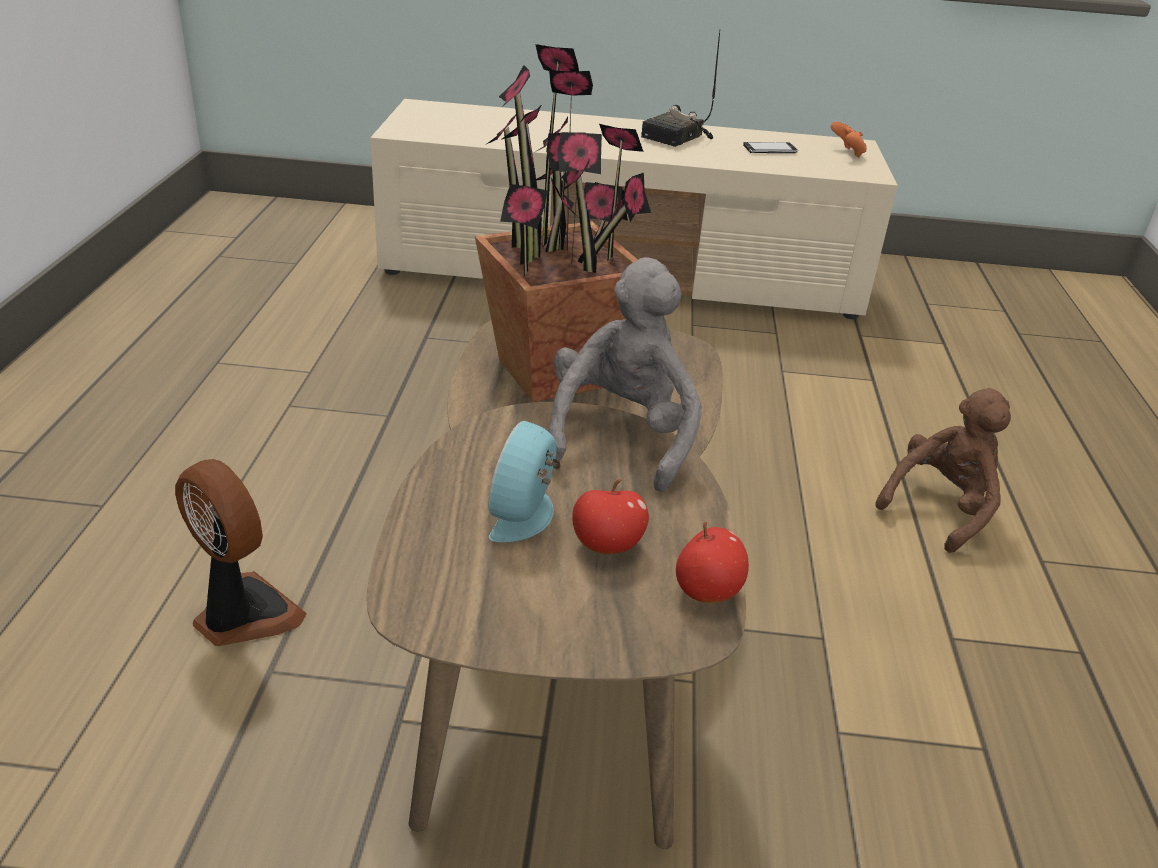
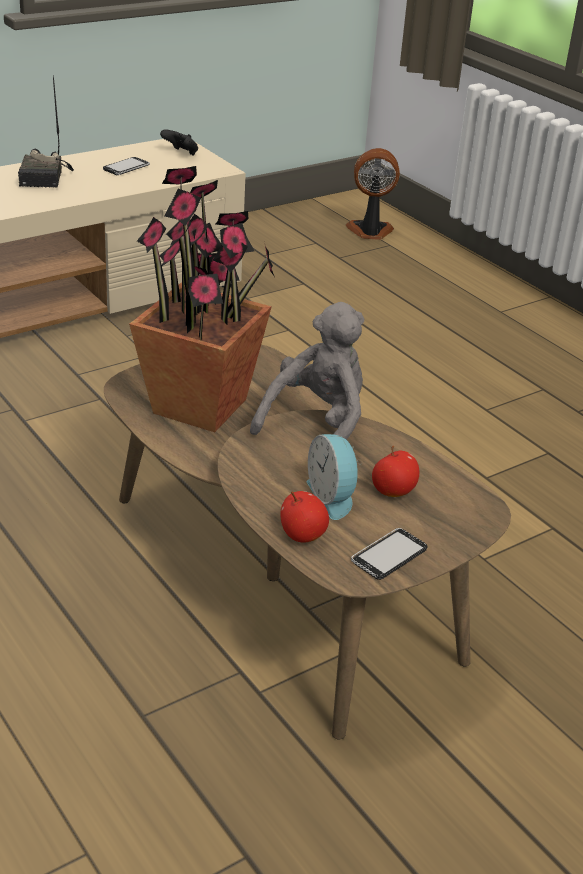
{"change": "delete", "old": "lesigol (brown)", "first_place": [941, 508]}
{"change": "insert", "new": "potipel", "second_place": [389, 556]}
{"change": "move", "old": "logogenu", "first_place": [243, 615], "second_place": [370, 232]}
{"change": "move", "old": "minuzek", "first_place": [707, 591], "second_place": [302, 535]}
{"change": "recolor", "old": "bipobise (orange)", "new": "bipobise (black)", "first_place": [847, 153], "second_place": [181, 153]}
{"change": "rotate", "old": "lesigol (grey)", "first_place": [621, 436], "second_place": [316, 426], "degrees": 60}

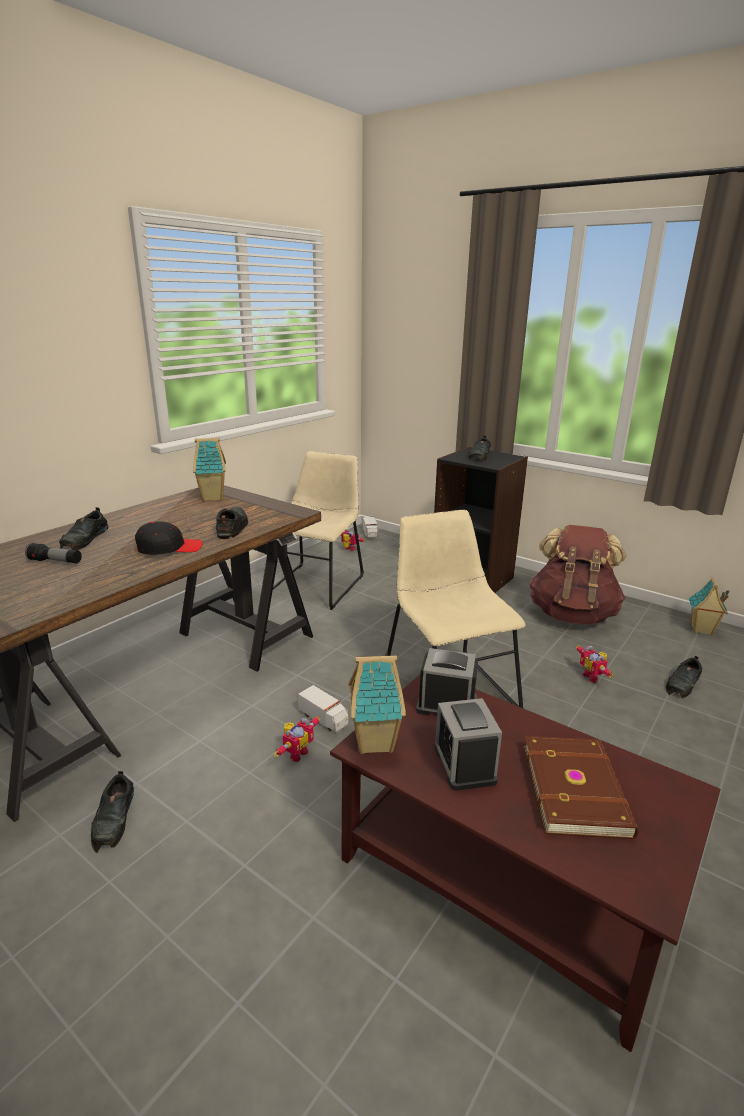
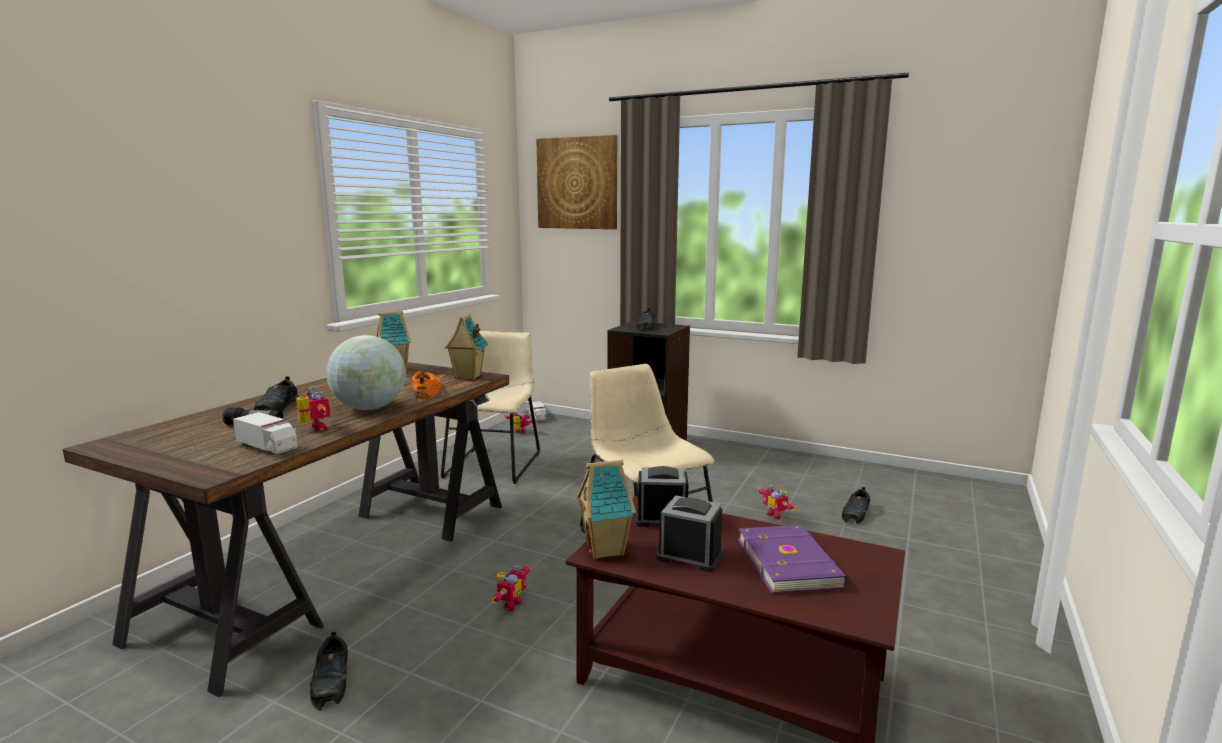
{"change": "delete", "old": "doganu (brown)", "first_place": [572, 614]}
{"change": "insert", "new": "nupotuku", "second_place": [314, 428]}
{"change": "insert", "new": "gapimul", "second_place": [577, 183]}
{"change": "move", "old": "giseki", "first_place": [324, 718], "second_place": [268, 447]}
{"change": "move", "old": "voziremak", "first_place": [701, 630], "second_place": [467, 377]}
{"change": "replace", "old": "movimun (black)", "new": "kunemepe", "first_place": [169, 548], "second_place": [369, 408]}
{"change": "recolor", "old": "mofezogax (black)", "new": "mofezogax (orange)", "first_place": [232, 527], "second_place": [426, 390]}
{"change": "recolor", "old": "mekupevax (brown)", "new": "mekupevax (purple)", "first_place": [576, 789], "second_place": [790, 562]}
{"change": "rotate", "old": "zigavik", "first_place": [464, 764], "second_place": [690, 556], "degrees": 135}

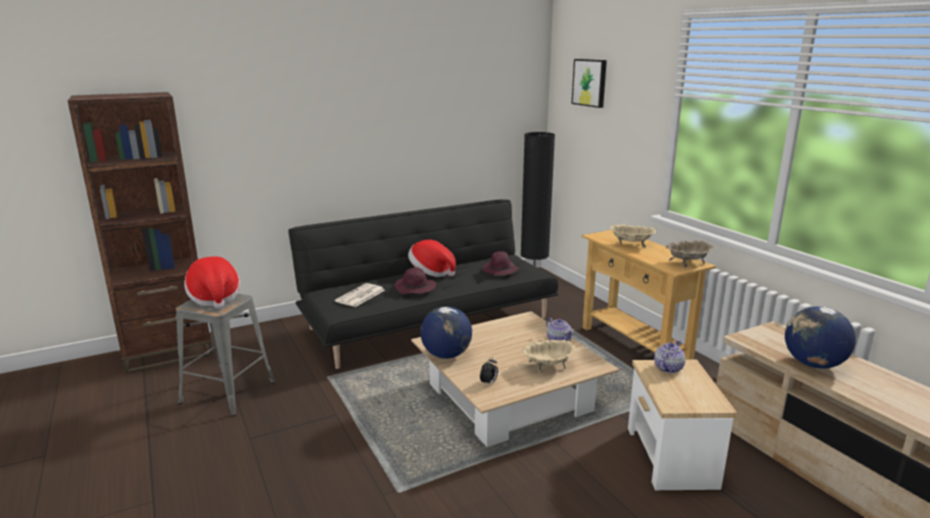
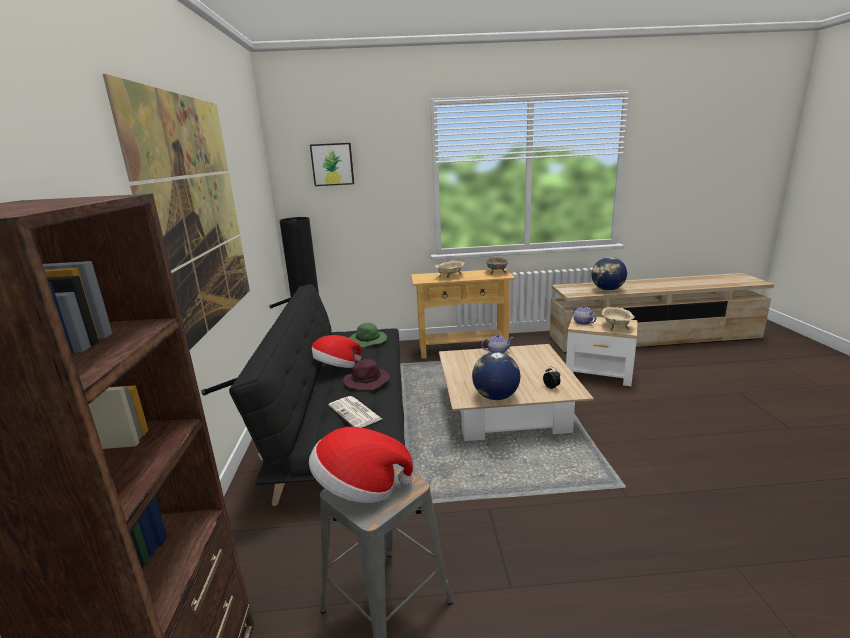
{"change": "insert", "new": "gapimul", "second_place": [197, 215]}
{"change": "move", "old": "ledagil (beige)", "first_place": [548, 366], "second_place": [616, 326]}
{"change": "recolor", "old": "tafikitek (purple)", "new": "tafikitek (green)", "first_place": [500, 270], "second_place": [368, 341]}

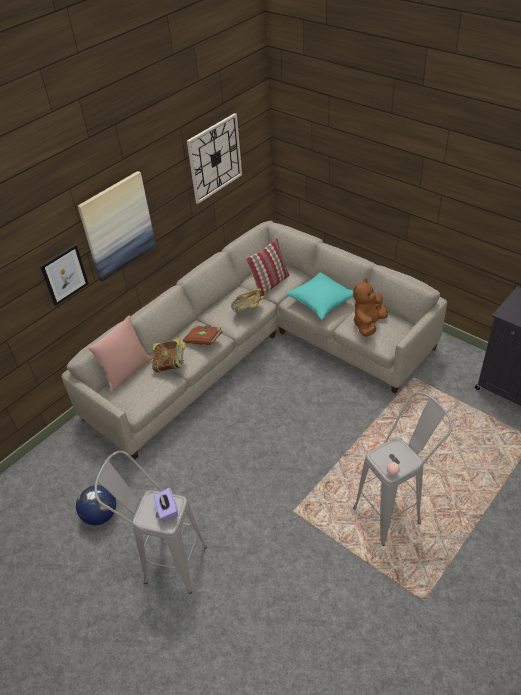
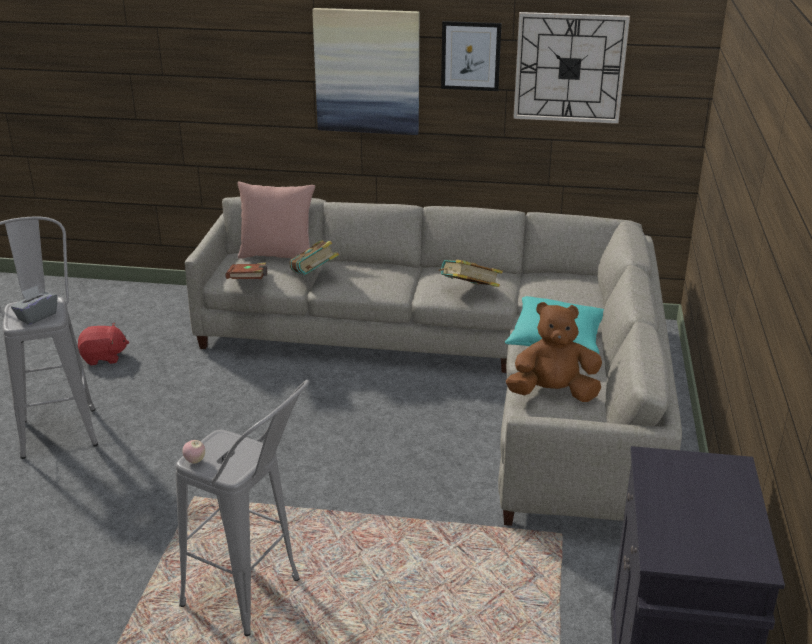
{"change": "delete", "old": "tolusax", "first_place": [270, 284]}
{"change": "move", "old": "gapimul", "first_place": [64, 274], "second_place": [470, 56]}
{"change": "move", "old": "mekupevax (brown)", "first_place": [203, 340], "second_place": [248, 281]}
{"change": "replace", "old": "kunemepe", "new": "lesigol (red)", "first_place": [100, 515], "second_place": [104, 357]}
{"change": "recolor", "old": "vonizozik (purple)", "new": "vonizozik (grey)", "first_place": [167, 510], "second_place": [37, 316]}

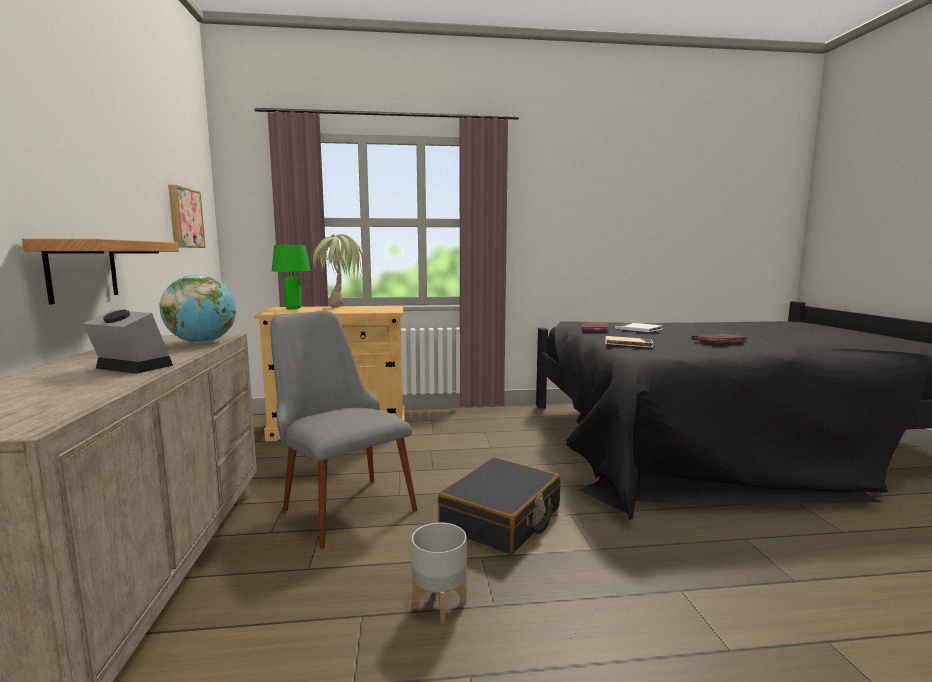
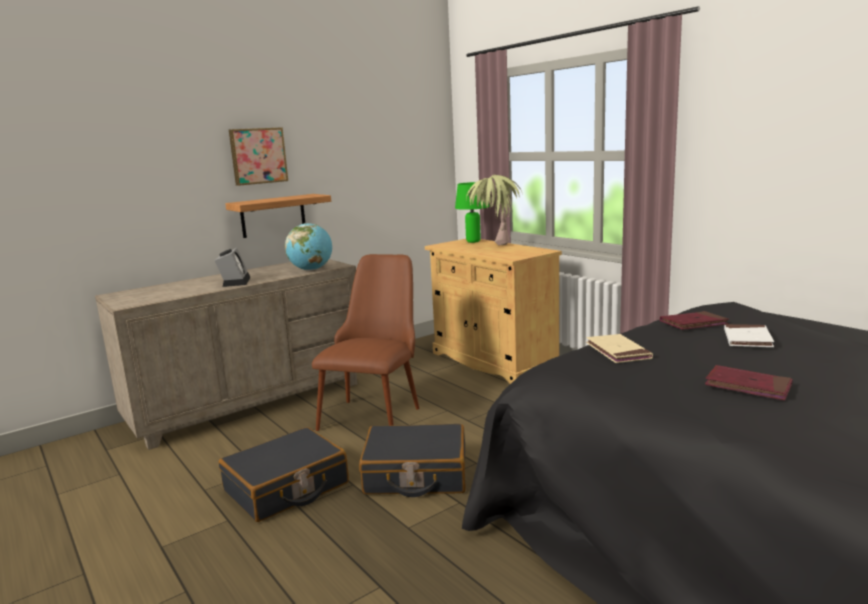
{"change": "move", "old": "gapimul", "first_place": [184, 218], "second_place": [258, 156]}
{"change": "replace", "old": "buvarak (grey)", "new": "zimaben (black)", "first_place": [438, 604], "second_place": [286, 488]}
{"change": "recolor", "old": "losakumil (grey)", "new": "losakumil (brown)", "first_place": [339, 502], "second_place": [376, 411]}

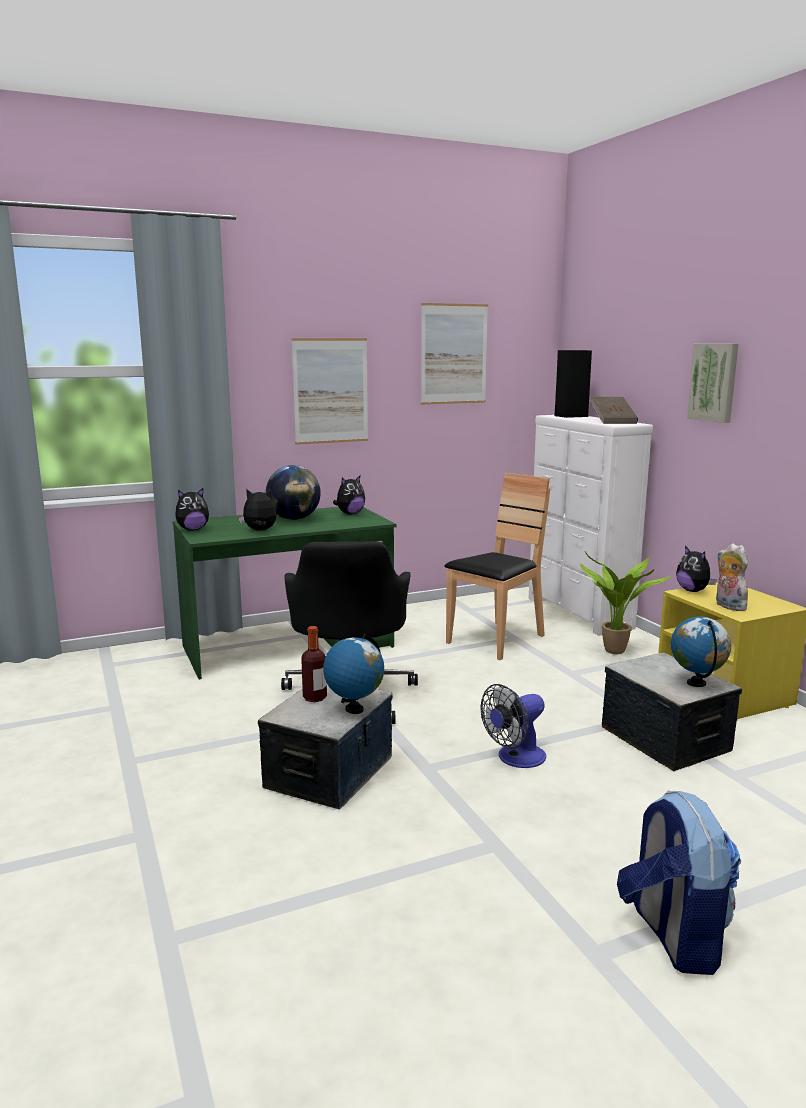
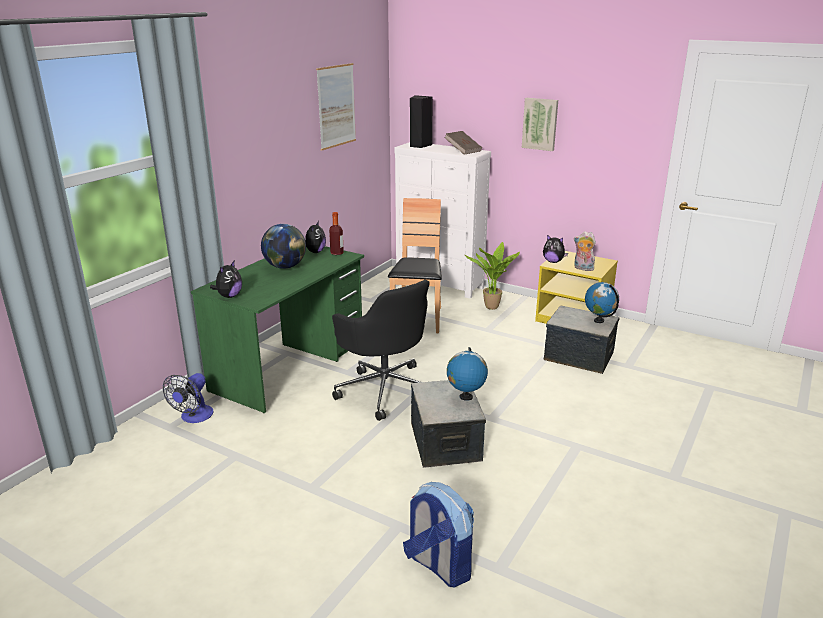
{"change": "delete", "old": "lesigol", "first_place": [260, 531]}
{"change": "delete", "old": "gapimul", "first_place": [330, 391]}
{"change": "move", "old": "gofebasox", "first_place": [315, 698], "second_place": [337, 253]}
{"change": "move", "old": "logogenu", "first_place": [515, 759], "second_place": [193, 417]}
{"change": "move", "old": "doganu", "first_place": [673, 936], "second_place": [438, 565]}

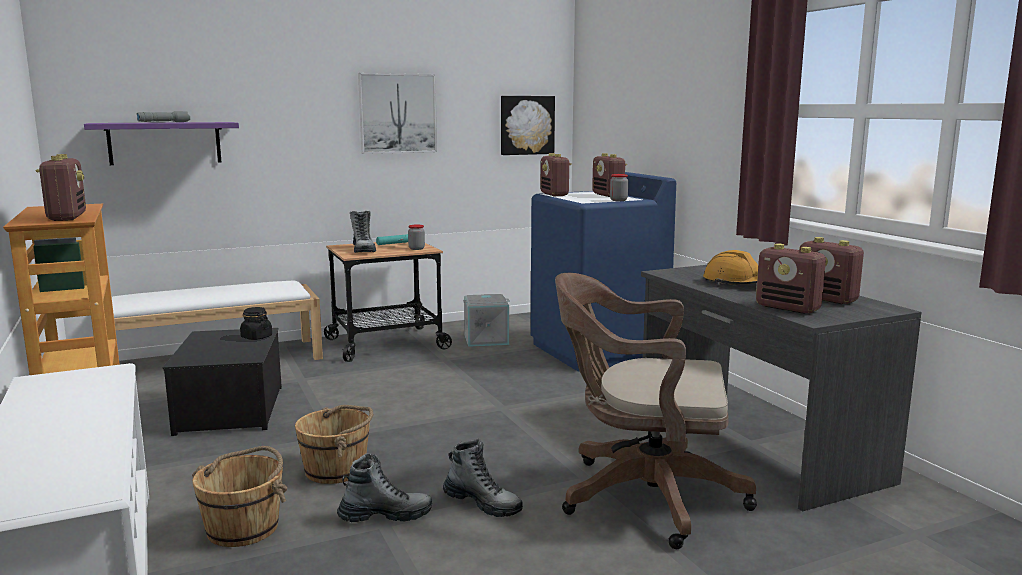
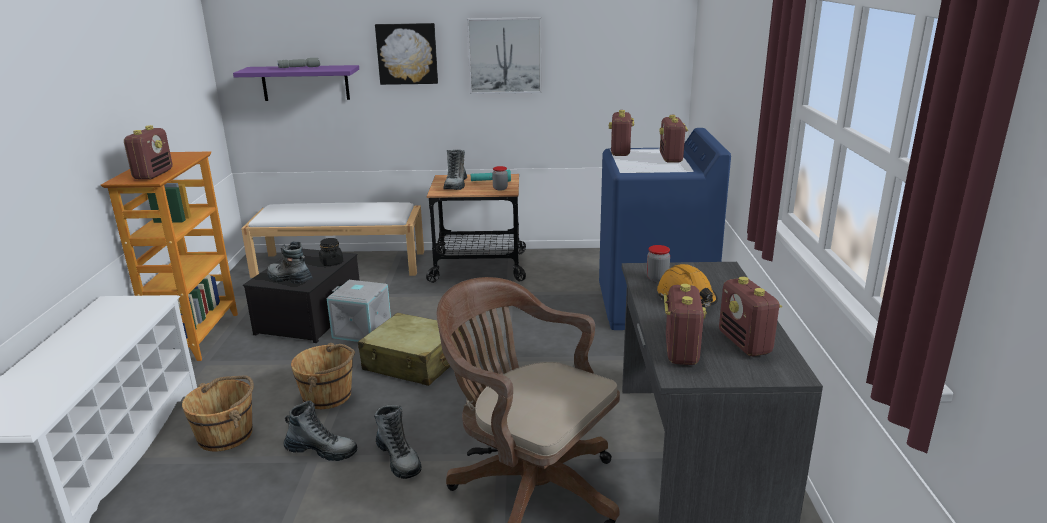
{"change": "insert", "new": "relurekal", "second_place": [289, 279]}
{"change": "insert", "new": "zimaben (beige)", "second_place": [414, 362]}
{"change": "move", "old": "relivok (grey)", "first_place": [486, 339], "second_place": [363, 330]}
{"change": "move", "old": "gapimul", "first_place": [526, 125], "second_place": [407, 53]}
{"change": "move", "old": "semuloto", "first_place": [618, 200], "second_place": [657, 278]}
{"change": "rotate", "old": "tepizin", "first_place": [788, 308], "second_place": [681, 351], "degrees": -150}

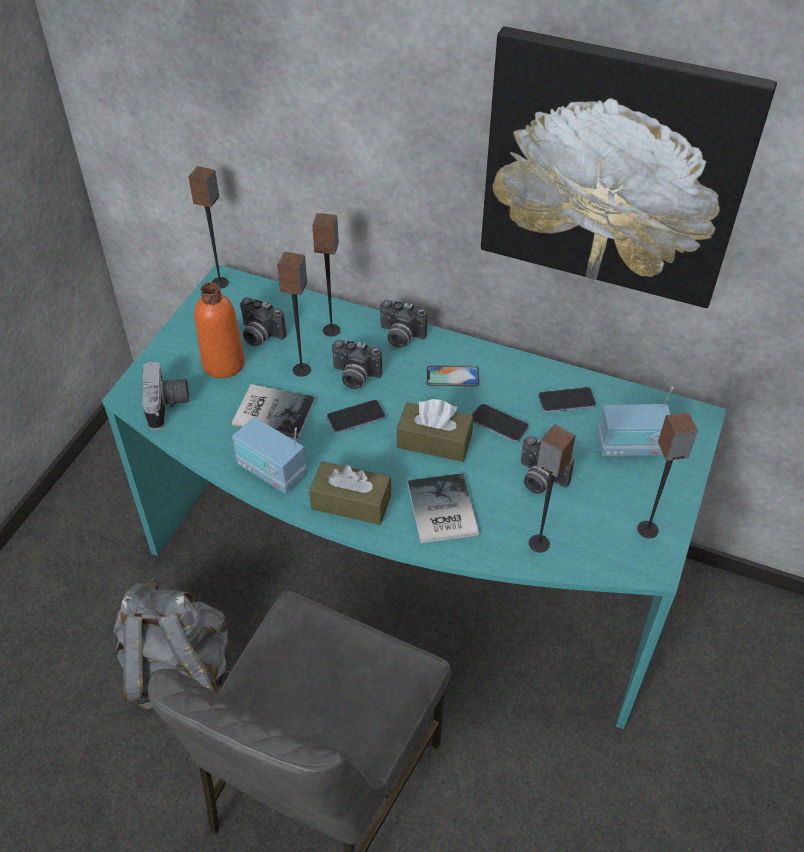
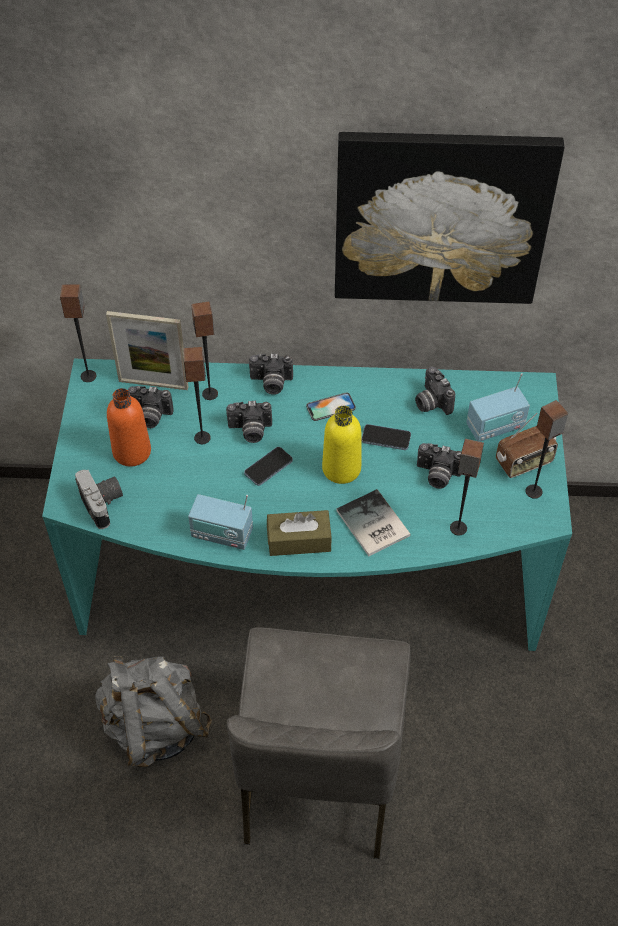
{"change": "delete", "old": "mekupevax", "first_place": [272, 410]}
{"change": "insert", "new": "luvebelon", "second_place": [153, 384]}
{"change": "insert", "new": "tepizin", "second_place": [524, 462]}
{"change": "replace", "old": "vonizozik (brown)", "new": "gofebasox (yellow)", "first_place": [434, 441], "second_place": [341, 468]}
{"change": "replace", "old": "potipel", "new": "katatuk", "first_place": [566, 401], "second_place": [431, 402]}

